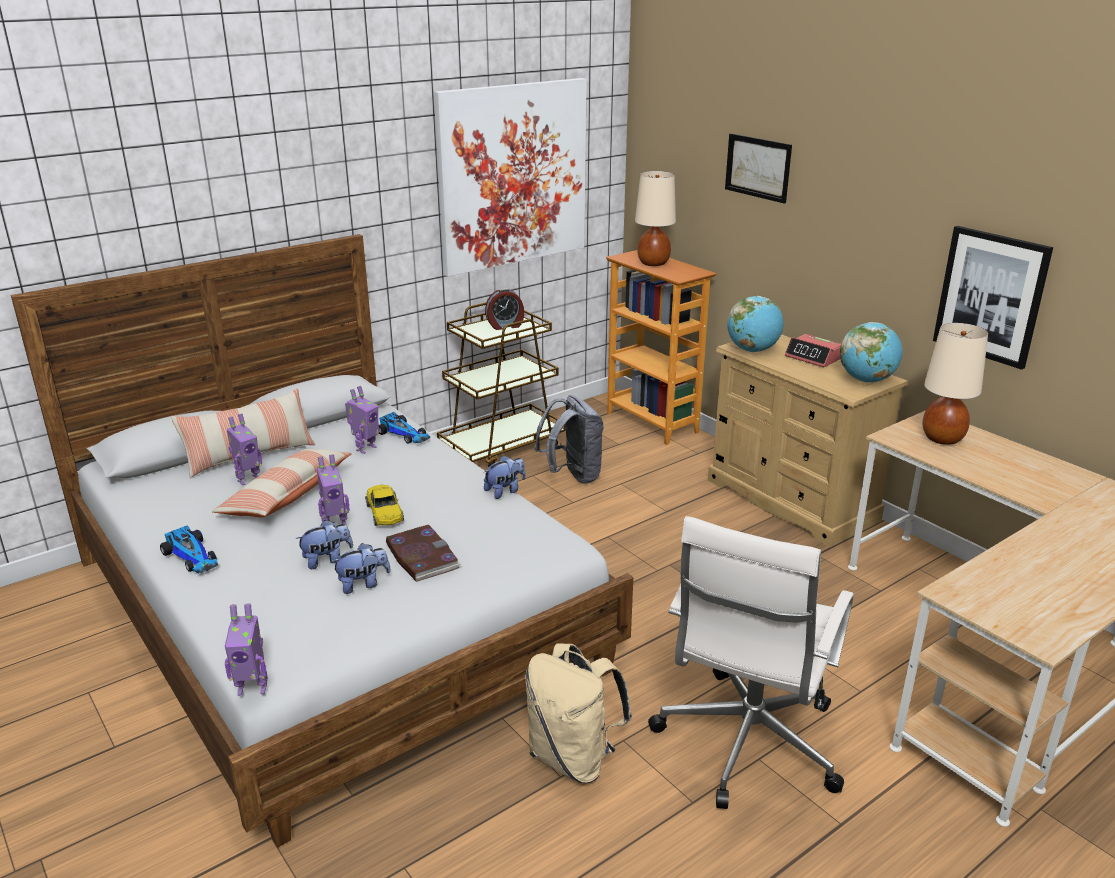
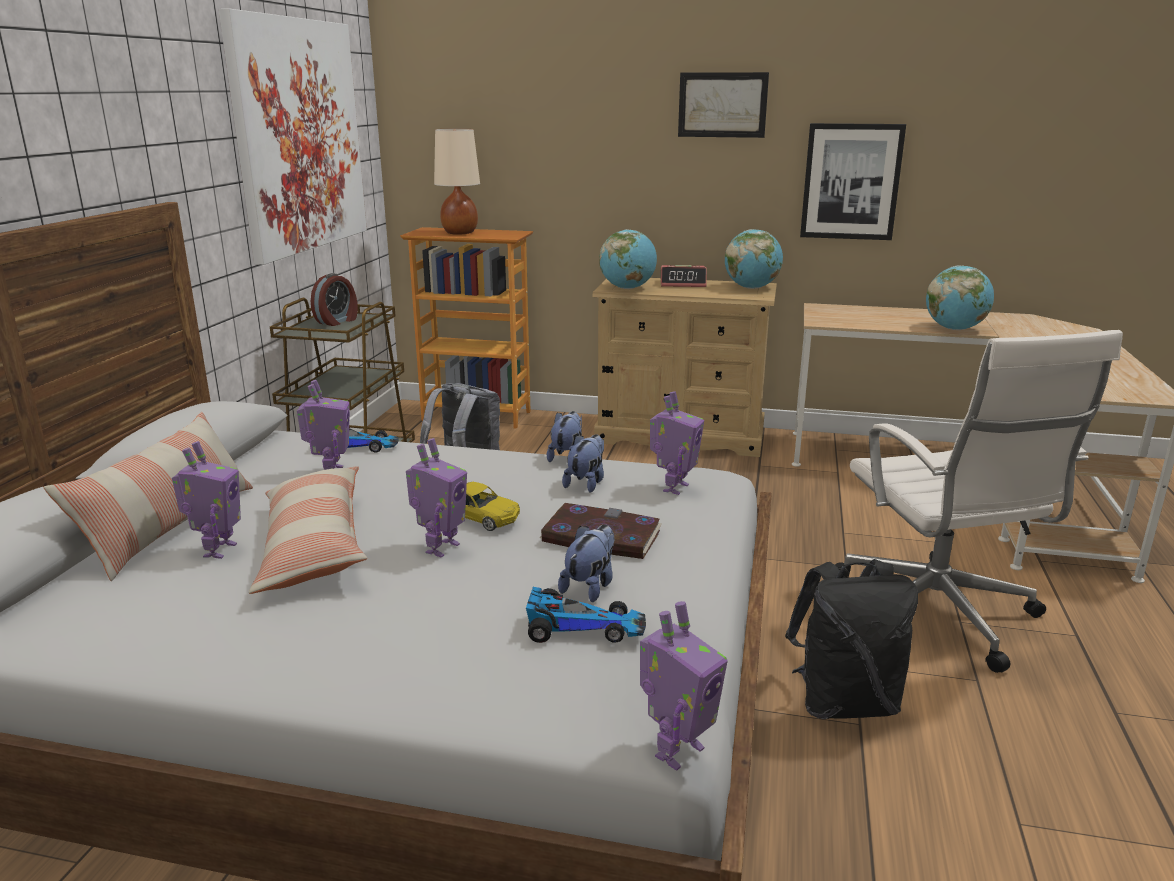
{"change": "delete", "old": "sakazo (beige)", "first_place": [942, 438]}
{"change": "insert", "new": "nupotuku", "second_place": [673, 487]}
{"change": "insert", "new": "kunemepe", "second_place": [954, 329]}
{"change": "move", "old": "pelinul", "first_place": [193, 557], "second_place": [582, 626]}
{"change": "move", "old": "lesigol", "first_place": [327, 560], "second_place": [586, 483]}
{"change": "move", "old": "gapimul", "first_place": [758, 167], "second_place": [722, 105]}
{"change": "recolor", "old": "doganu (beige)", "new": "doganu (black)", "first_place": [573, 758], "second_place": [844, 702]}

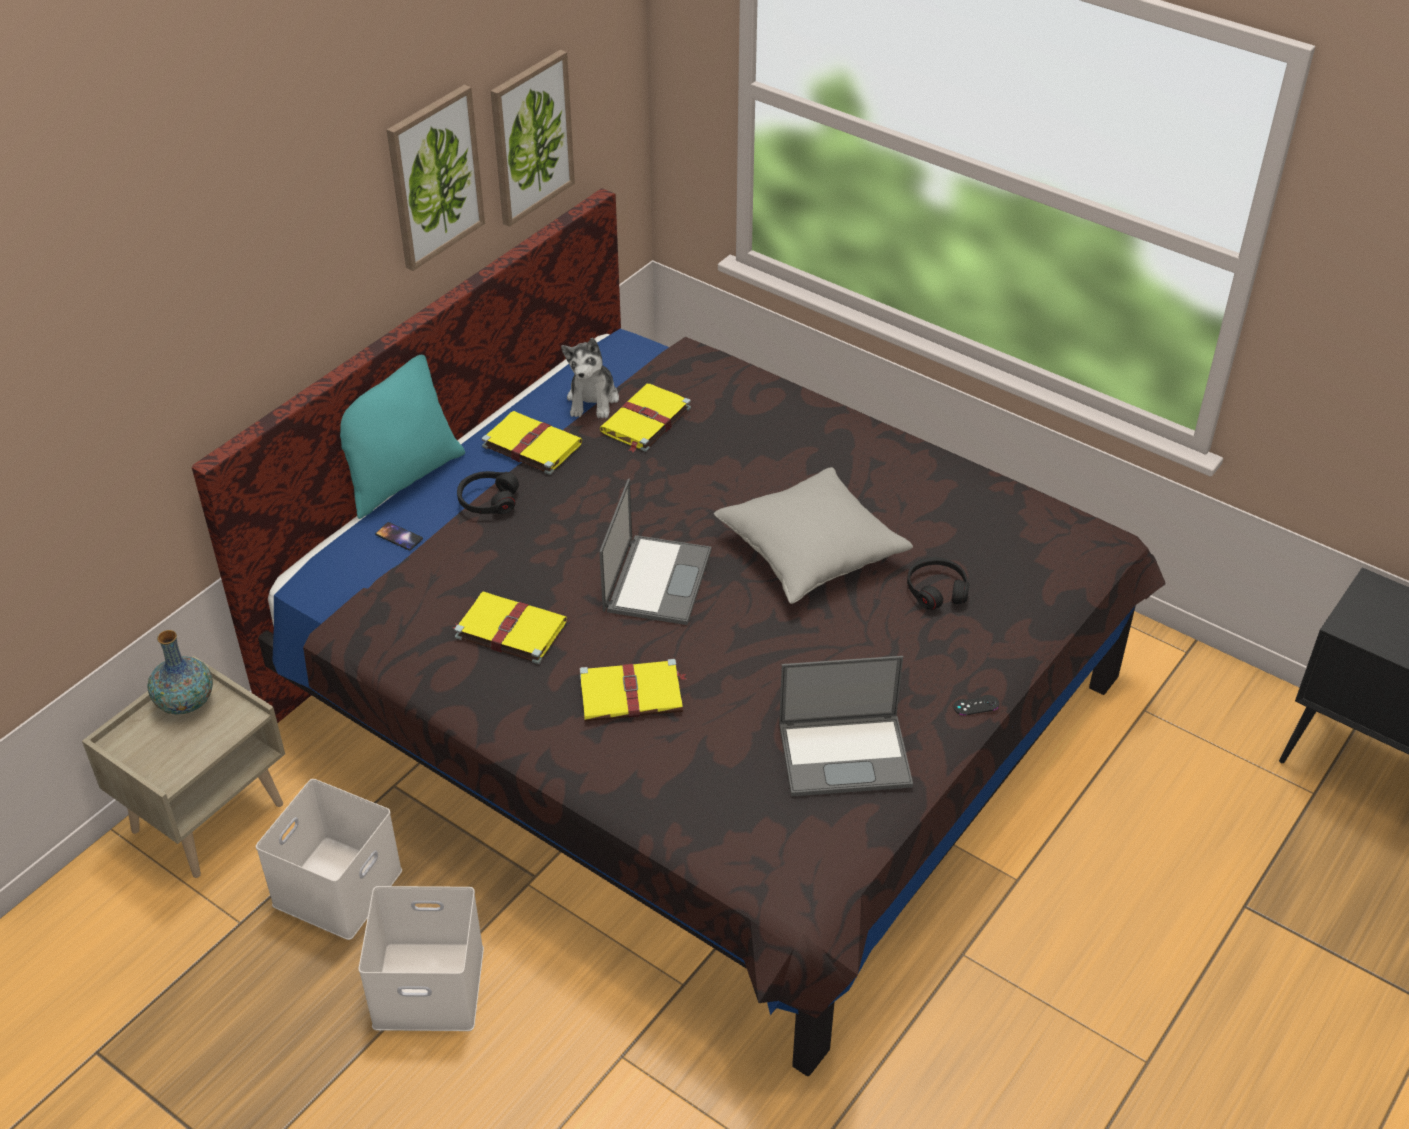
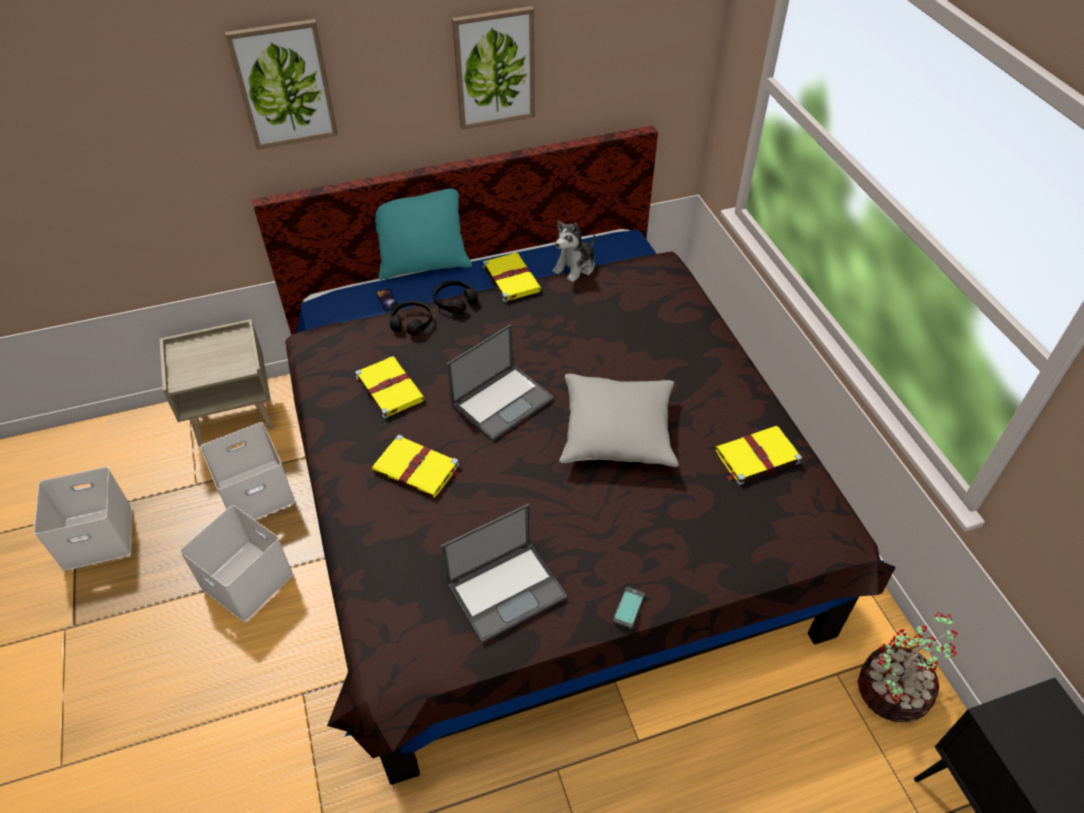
{"change": "delete", "old": "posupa", "first_place": [185, 702]}
{"change": "insert", "new": "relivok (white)", "second_place": [99, 535]}
{"change": "insert", "new": "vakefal", "second_place": [892, 691]}
{"change": "move", "old": "gapimul", "first_place": [531, 137], "second_place": [284, 84]}
{"change": "move", "old": "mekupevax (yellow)", "first_place": [645, 421], "second_place": [756, 457]}
{"change": "move", "old": "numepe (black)", "first_place": [936, 590], "second_place": [412, 322]}
{"change": "replace", "old": "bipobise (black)", "new": "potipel", "first_place": [976, 705], "second_place": [628, 607]}
{"change": "rotate", "old": "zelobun", "first_place": [846, 754], "second_place": [507, 589], "degrees": -60}

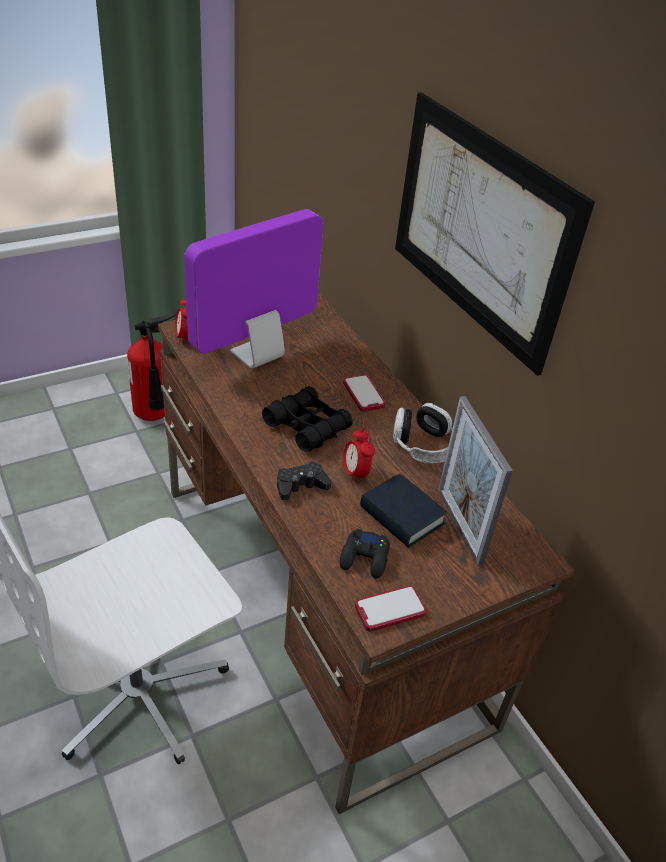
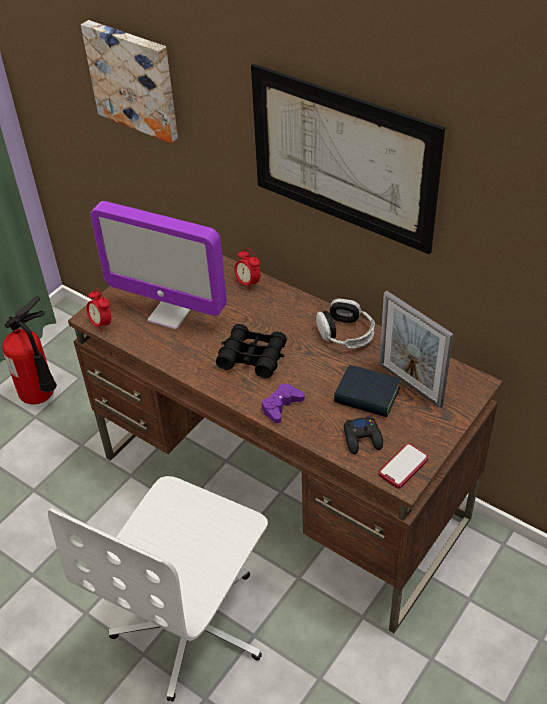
{"change": "delete", "old": "potipel", "first_place": [363, 394]}
{"change": "insert", "new": "gapimul", "second_place": [134, 79]}
{"change": "move", "old": "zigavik", "first_place": [355, 473], "second_place": [248, 283]}
{"change": "recolor", "old": "bipobise (black)", "new": "bipobise (purple)", "first_place": [301, 486], "second_place": [281, 406]}
{"change": "rotate", "old": "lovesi", "first_place": [257, 355], "second_place": [170, 313], "degrees": -90}

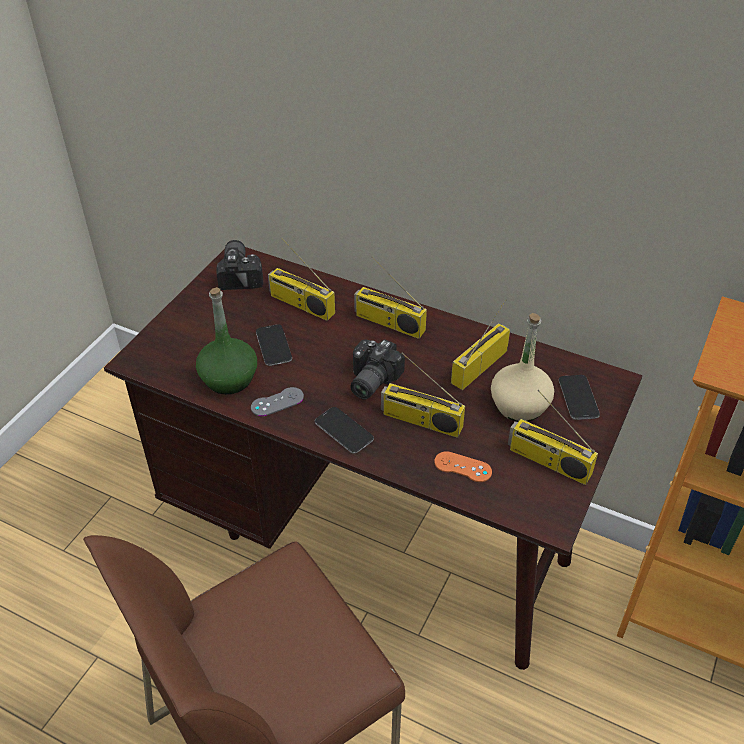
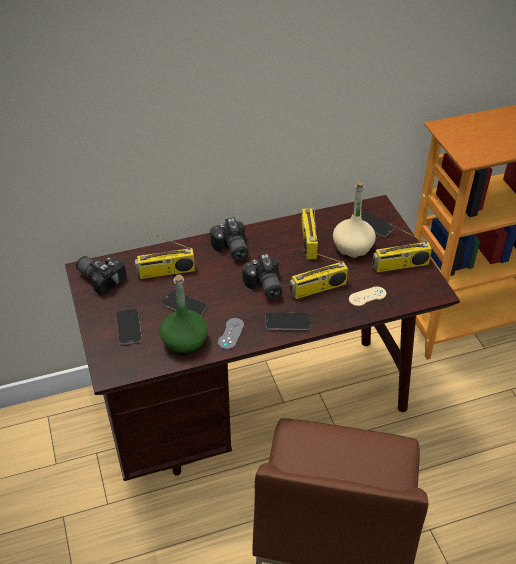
{"change": "insert", "new": "potipel", "second_place": [129, 327]}
{"change": "replace", "old": "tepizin", "new": "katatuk", "first_place": [388, 323], "second_place": [231, 249]}
{"change": "recolor", "old": "bipobise (orange)", "new": "bipobise (beige)", "first_place": [462, 467], "second_place": [367, 296]}

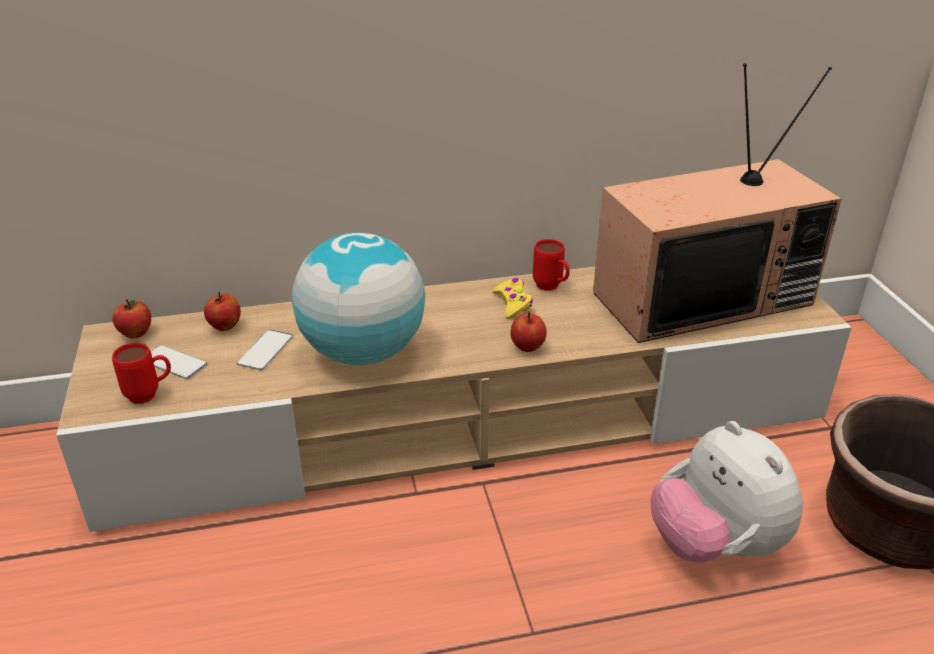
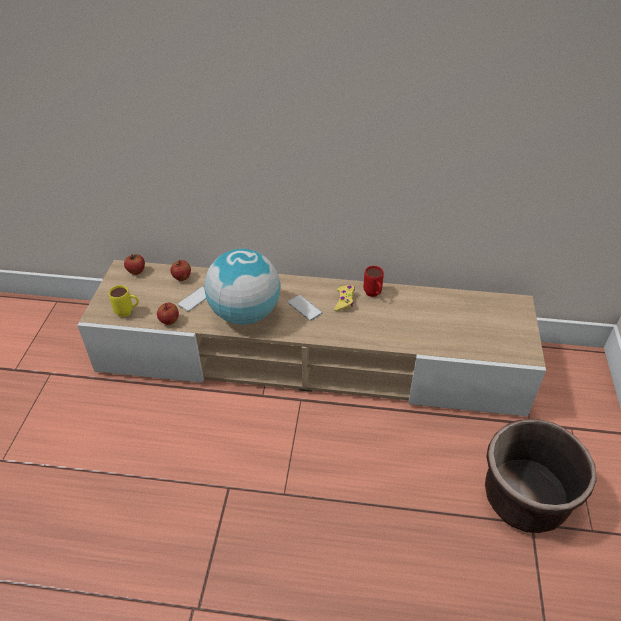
{"change": "delete", "old": "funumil", "first_place": [702, 296]}
{"change": "delete", "old": "lesigol", "first_place": [715, 545]}
{"change": "move", "old": "potipel", "first_place": [173, 362], "second_place": [304, 308]}
{"change": "move", "old": "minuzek", "first_place": [527, 347], "second_place": [169, 321]}
{"change": "recolor", "old": "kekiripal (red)", "new": "kekiripal (yellow)", "first_place": [150, 395], "second_place": [128, 312]}

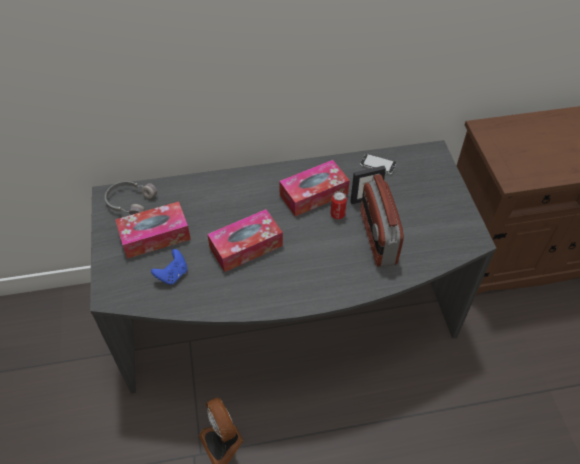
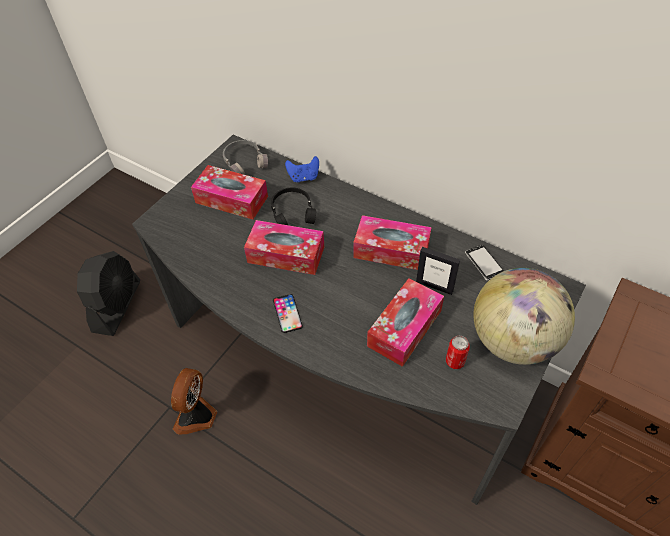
{"change": "insert", "new": "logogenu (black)", "second_place": [117, 306]}
{"change": "insert", "new": "numepe (black)", "second_place": [293, 212]}
{"change": "insert", "new": "potipel", "second_place": [287, 313]}
{"change": "insert", "new": "kunemepe", "second_place": [513, 340]}
{"change": "move", "old": "bipobise (blue)", "first_place": [172, 274], "second_place": [303, 177]}
{"change": "move", "old": "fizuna", "first_place": [337, 214], "second_place": [455, 361]}
{"change": "replace", "old": "tepizin", "new": "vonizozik", "first_place": [377, 237], "second_place": [404, 328]}

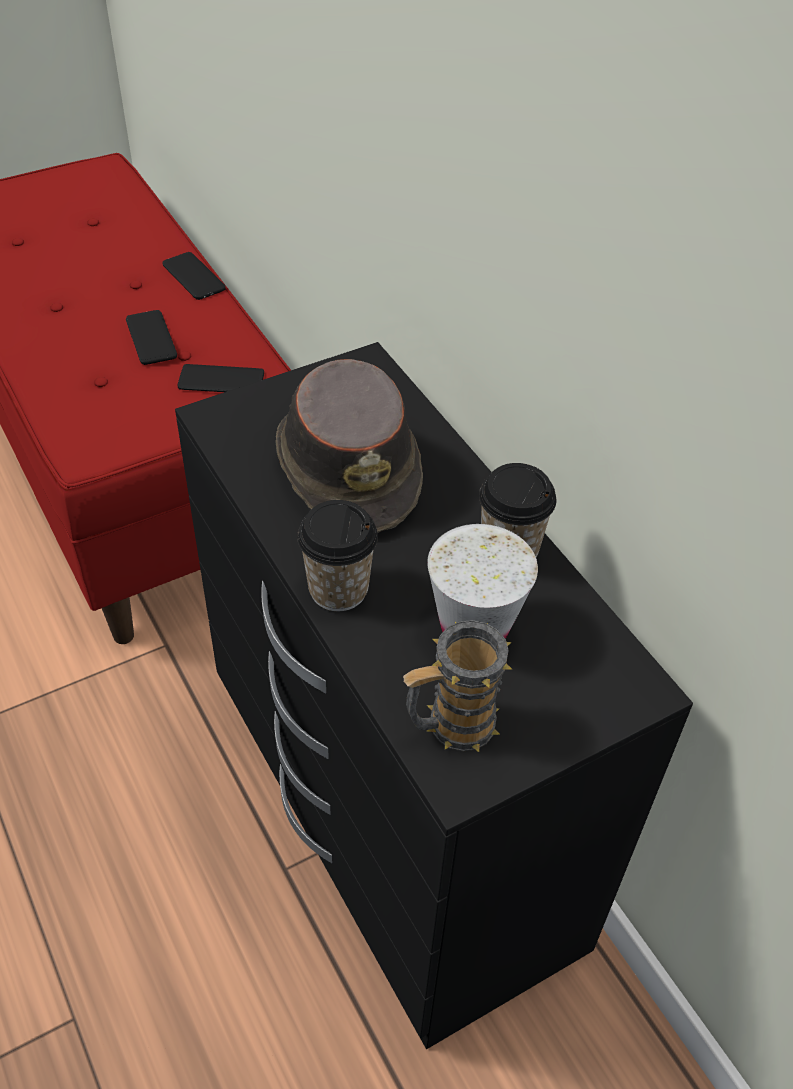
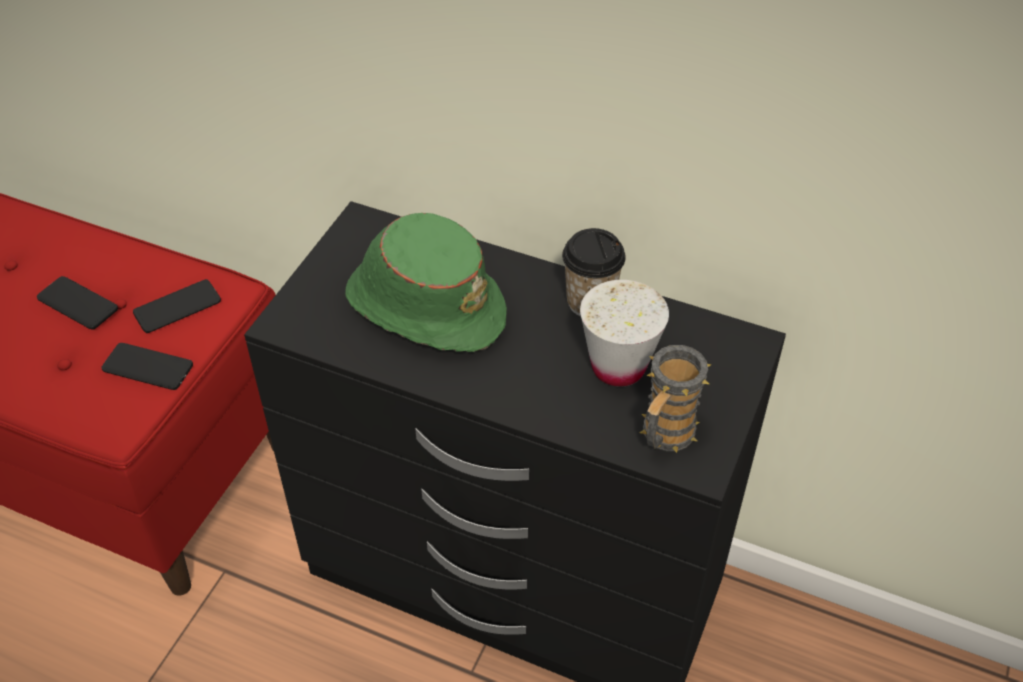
{"change": "delete", "old": "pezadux", "first_place": [338, 589]}
{"change": "move", "old": "potipel", "first_place": [193, 277], "second_place": [147, 367]}
{"change": "recolor", "old": "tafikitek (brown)", "new": "tafikitek (green)", "first_place": [349, 466], "second_place": [424, 305]}

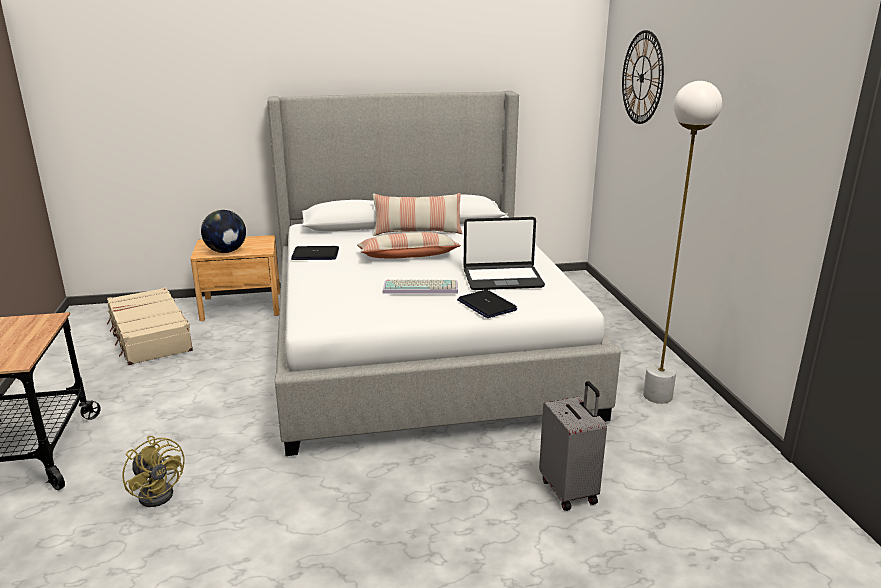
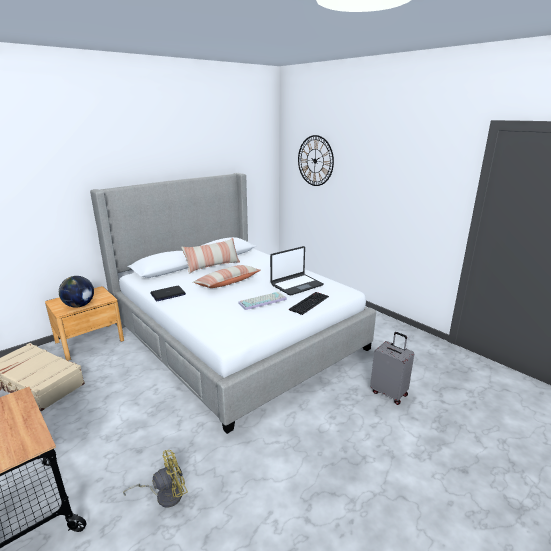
{"change": "delete", "old": "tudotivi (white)", "first_place": [658, 396]}
{"change": "replace", "old": "zelobun", "new": "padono", "first_place": [486, 305], "second_place": [309, 303]}
{"change": "rotate", "old": "logogenu (yellow)", "first_place": [160, 492], "second_place": [164, 495], "degrees": -45}

